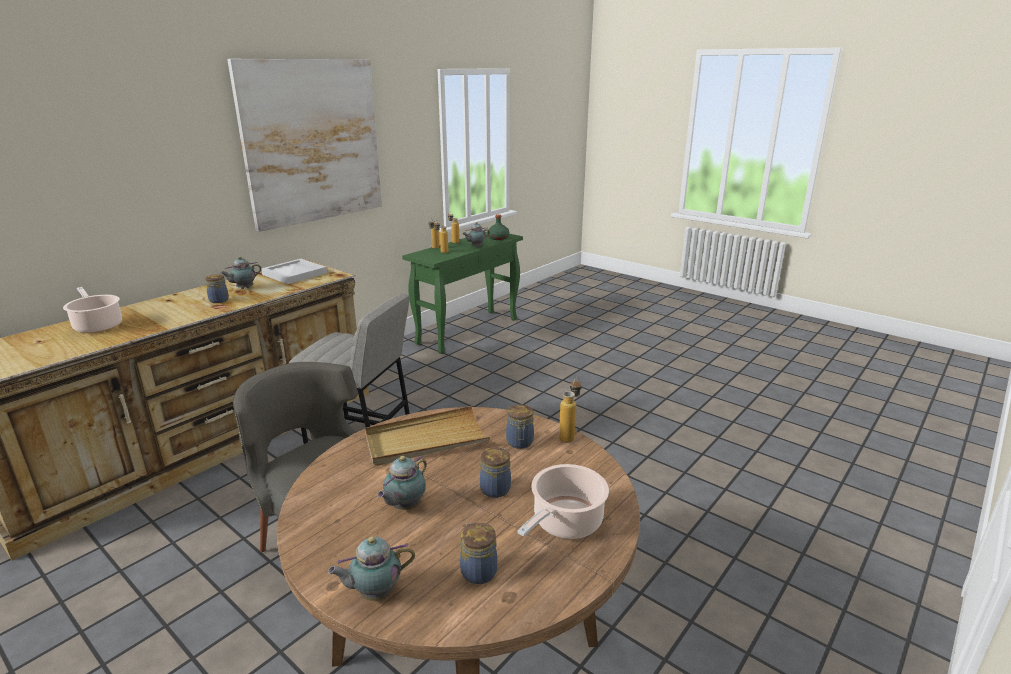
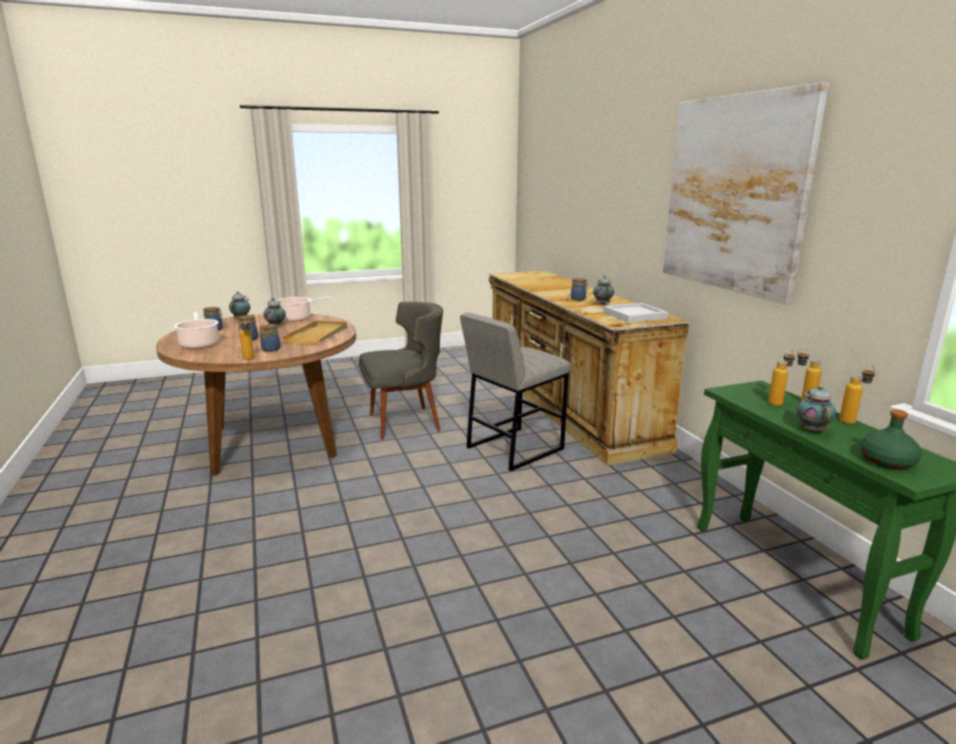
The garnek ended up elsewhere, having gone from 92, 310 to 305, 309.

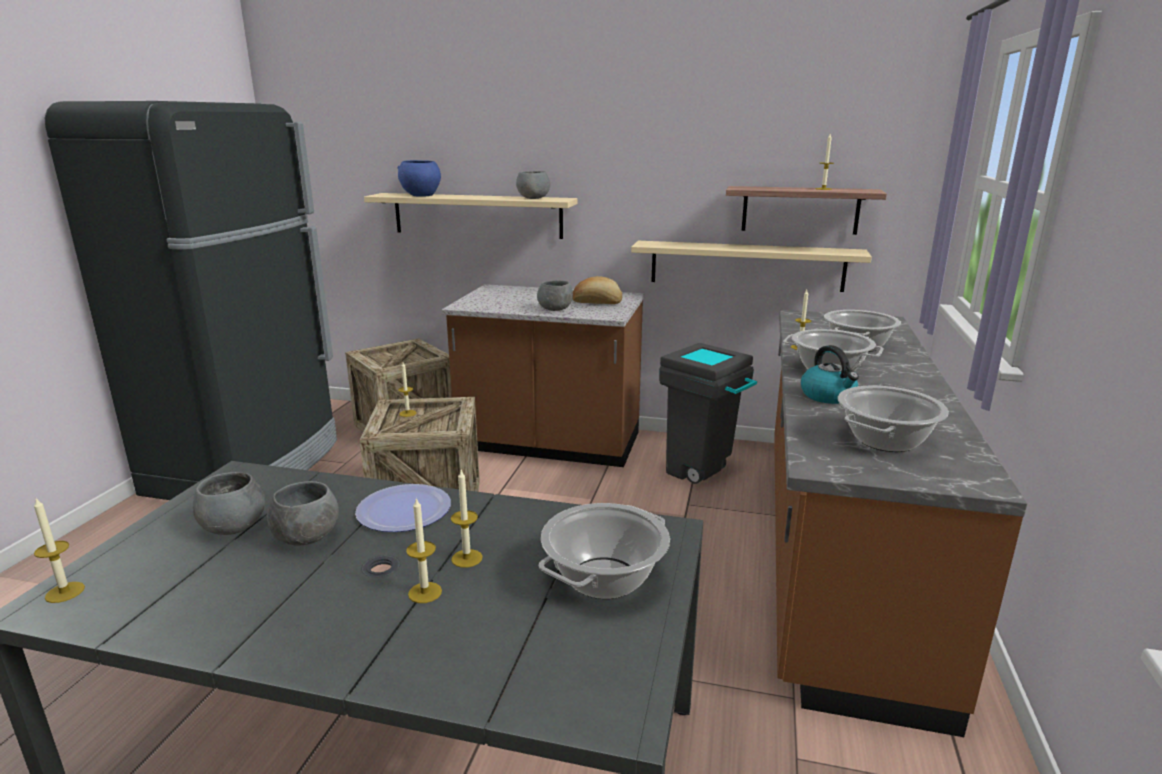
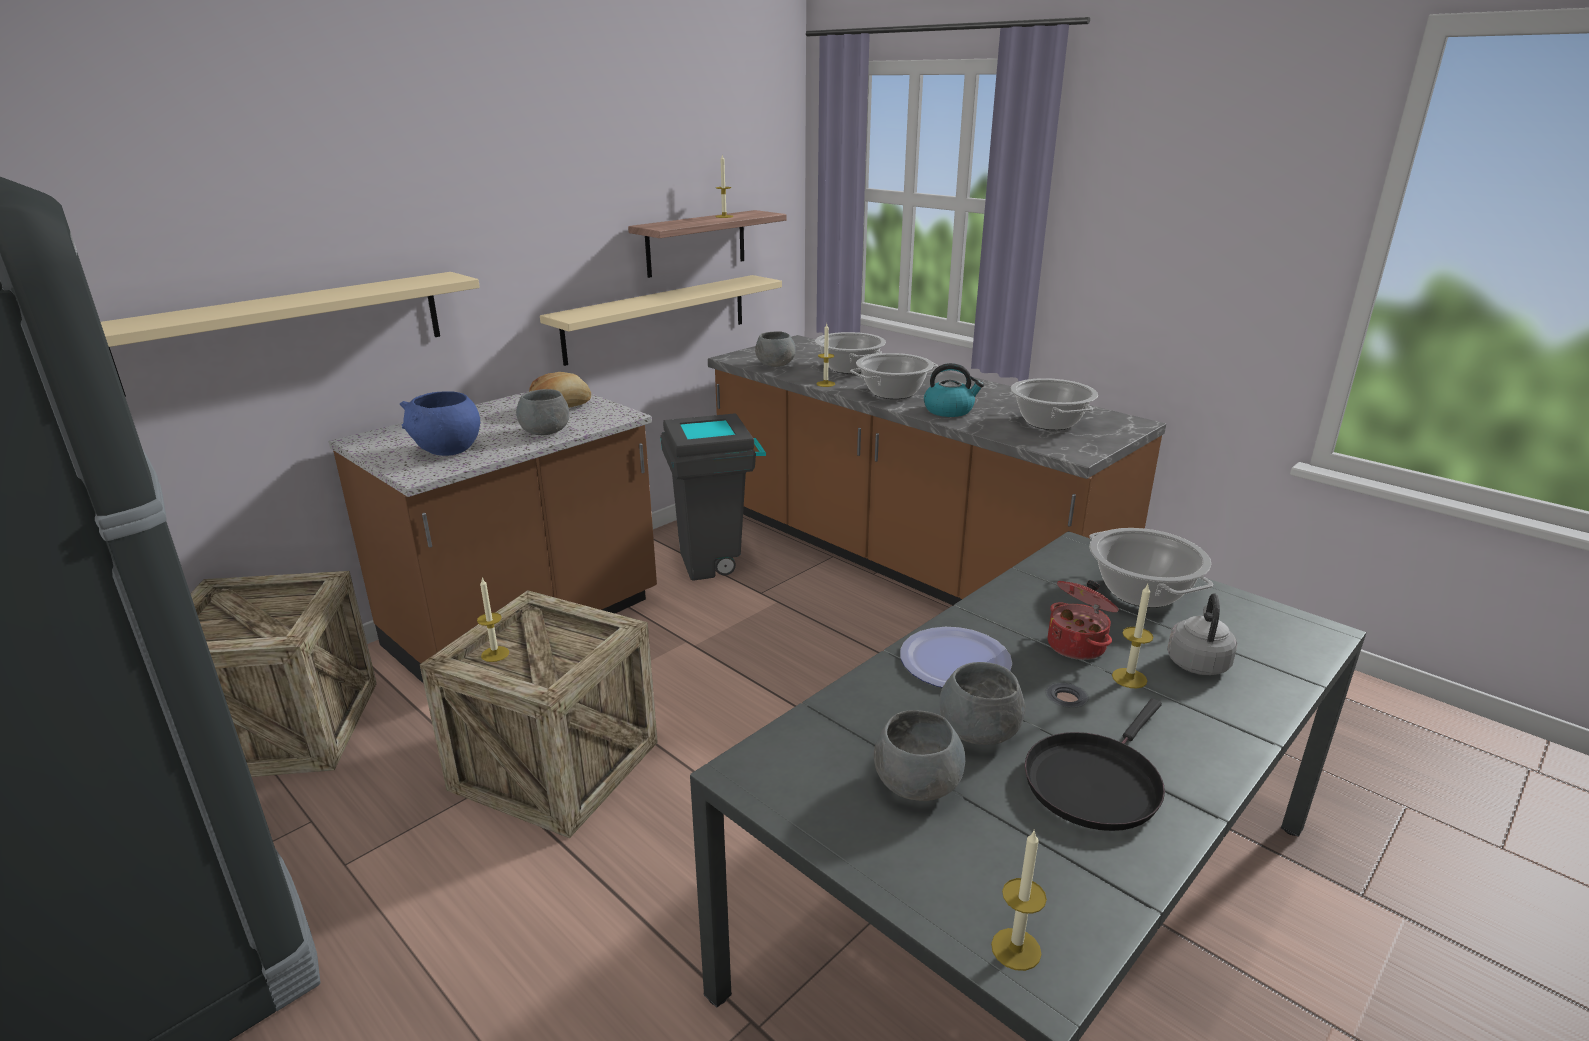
The miska/niebieski ended up elsewhere, having gone from 419, 178 to 440, 423.
The miska/szary ended up elsewhere, having gone from 533, 185 to 775, 349.
The second view gained the patelnia/czarny at 1095, 764.
Where the świeca stood at 467, 519, the garnek came to stand at 1083, 620.
The second view gained the czajnik/szary at 1202, 634.

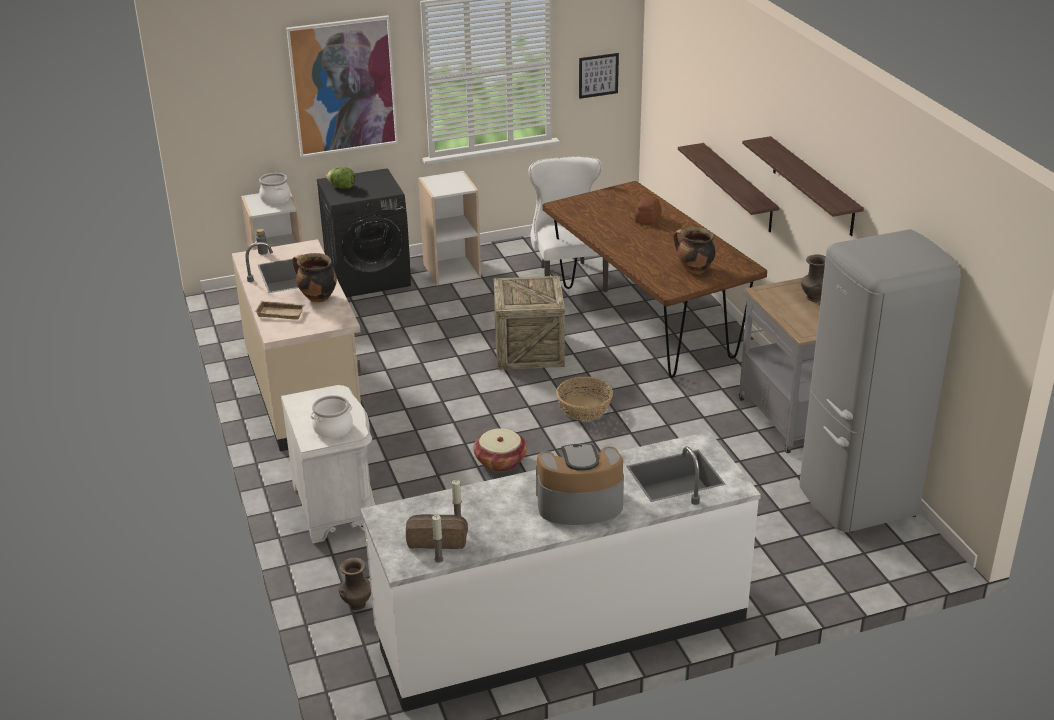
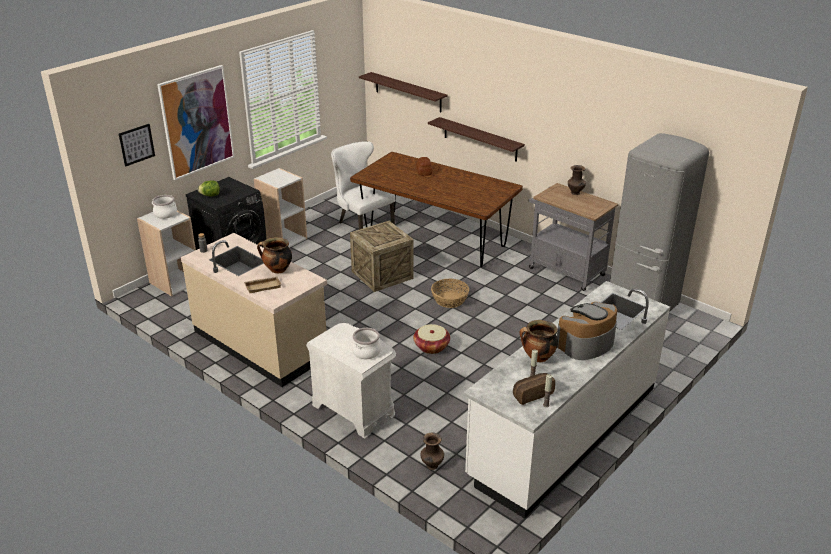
The obraz ended up elsewhere, having gone from 599, 76 to 137, 145.
The półka ended up elsewhere, having gone from 803, 186 to 403, 92.
The garnek ended up elsewhere, having gone from 694, 250 to 539, 341.

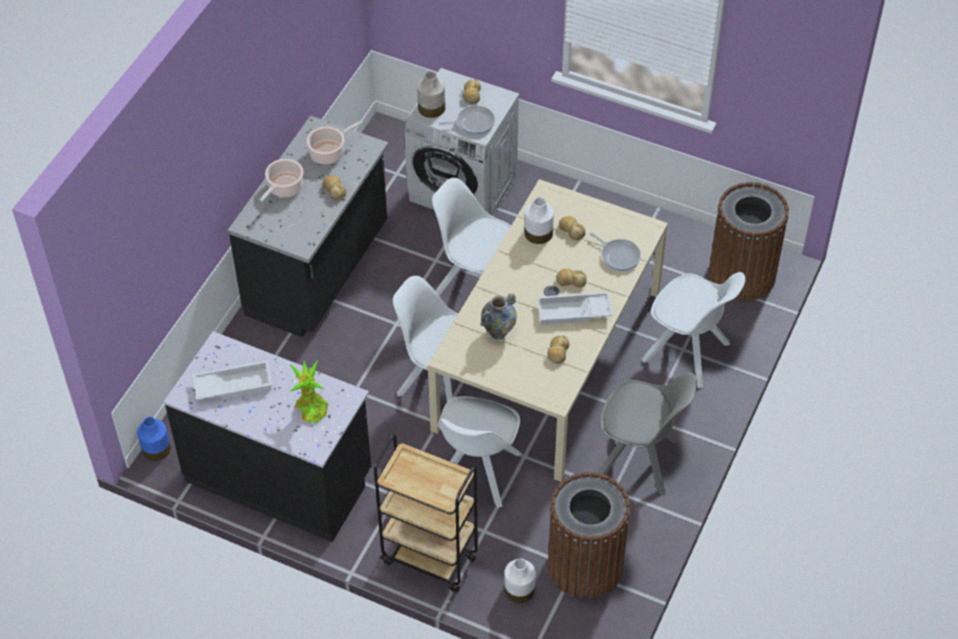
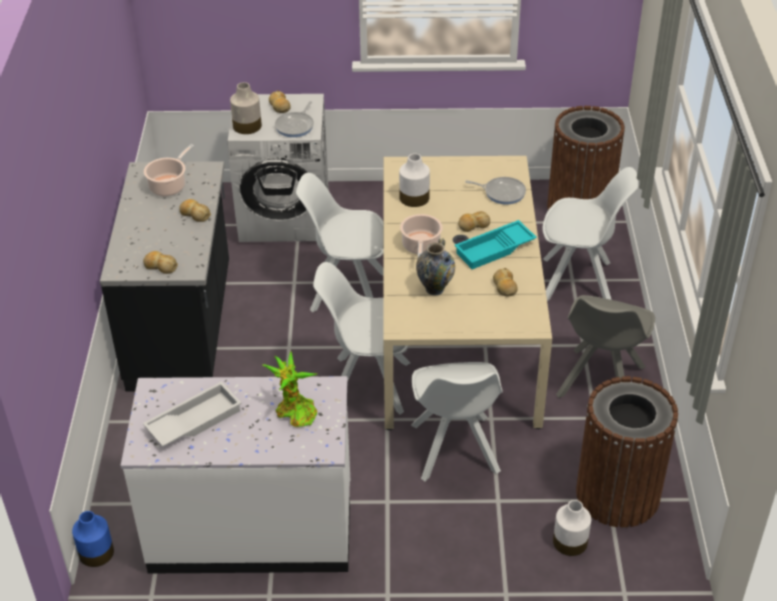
What was the zabudowa kuchenna/czarny at 267, 436 turned into the zabudowa kuchenna/biały at 235, 475.
The chleb ended up elsewhere, having gone from 572, 228 to 160, 262.
The patelnia at 467, 120 ended up facing another way, 150 degrees clockwise from before.
The garnek ended up elsewhere, having gone from 282, 180 to 421, 236.
What was the taca/biały at 575, 308 turned into the taca/turkusowy at 495, 244.
The krzesło/szary at 647, 433 ended up facing another way, 120 degrees clockwise from before.
The second view lost the wózek/brązowy at 426, 513.

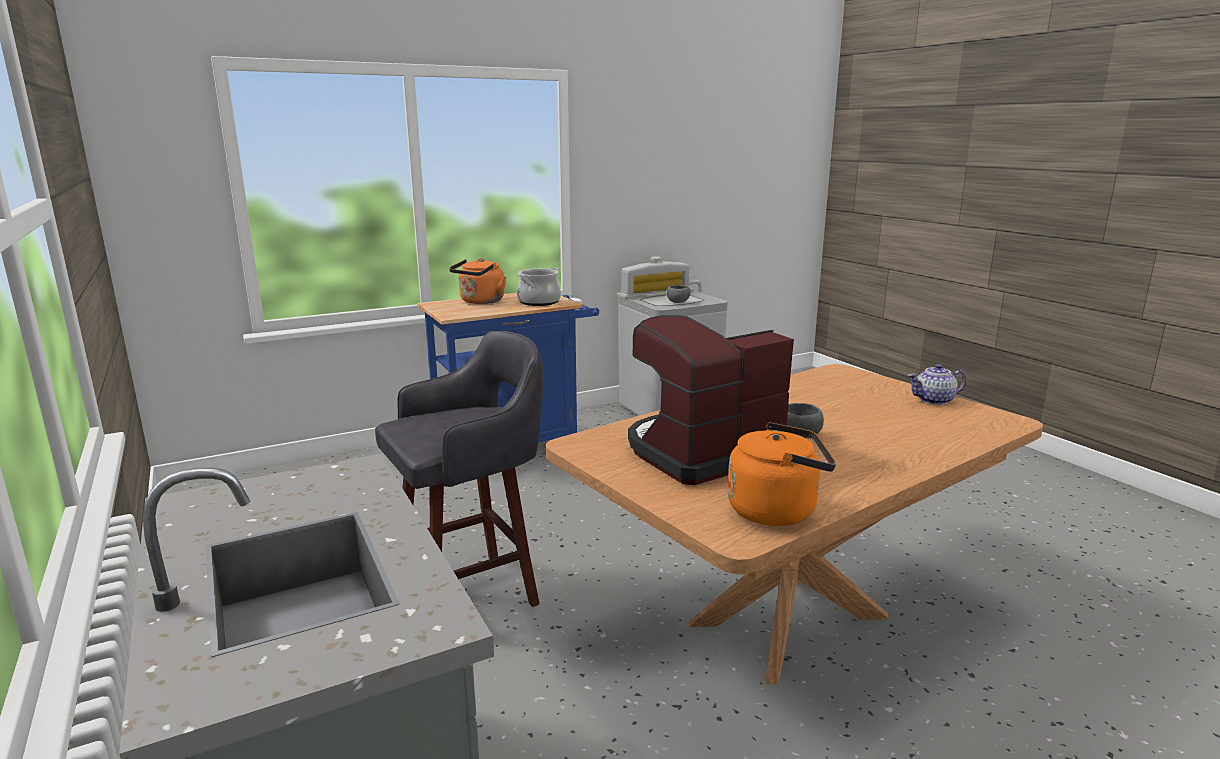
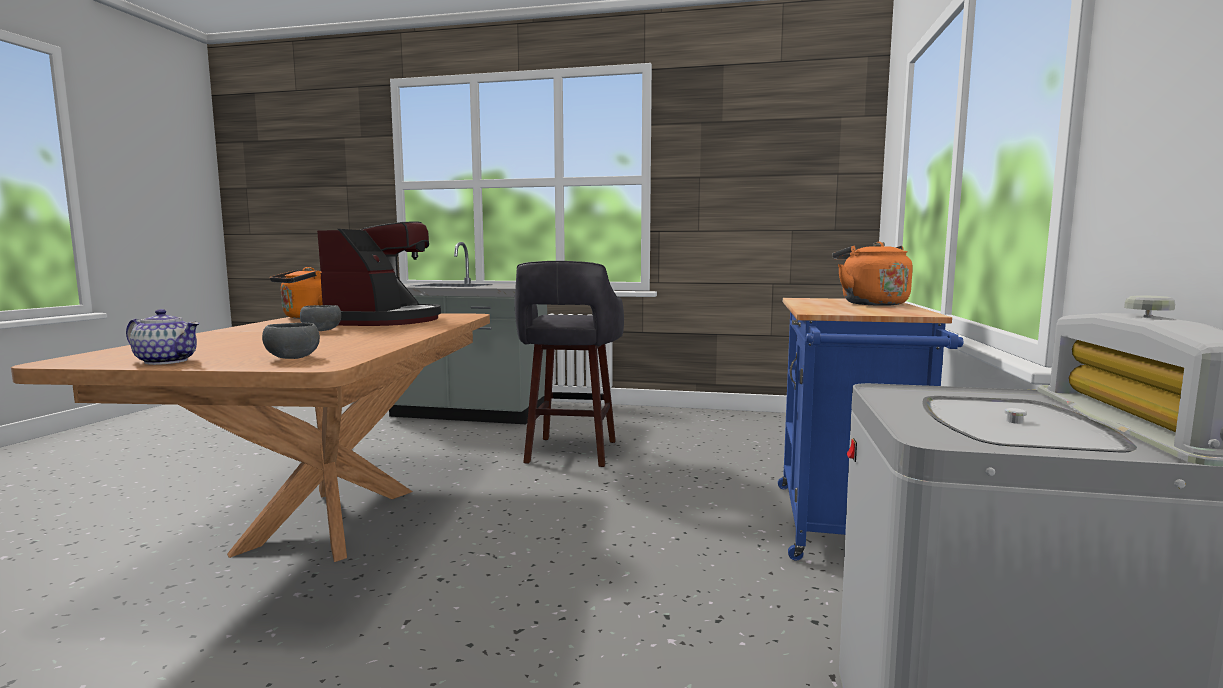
The imbryk at 937, 384 ended up facing another way, 75 degrees clockwise from before.
The miska/szary ended up elsewhere, having gone from 679, 294 to 291, 341.
The second view lost the garnek at 538, 287.

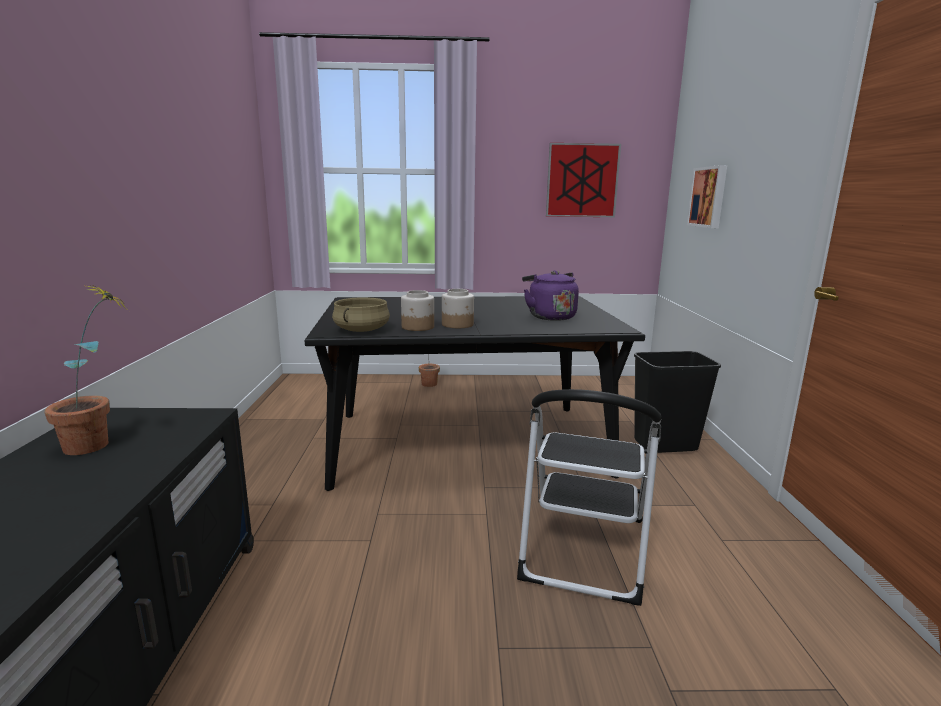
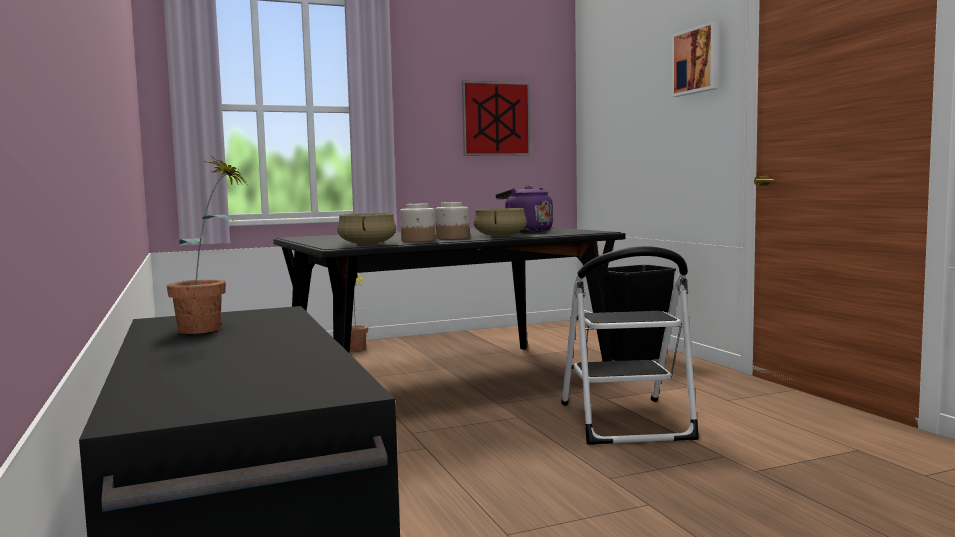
The second view gained the garnek/beżowy at 500, 222.
The obraz ended up elsewhere, having gone from 707, 196 to 695, 59.

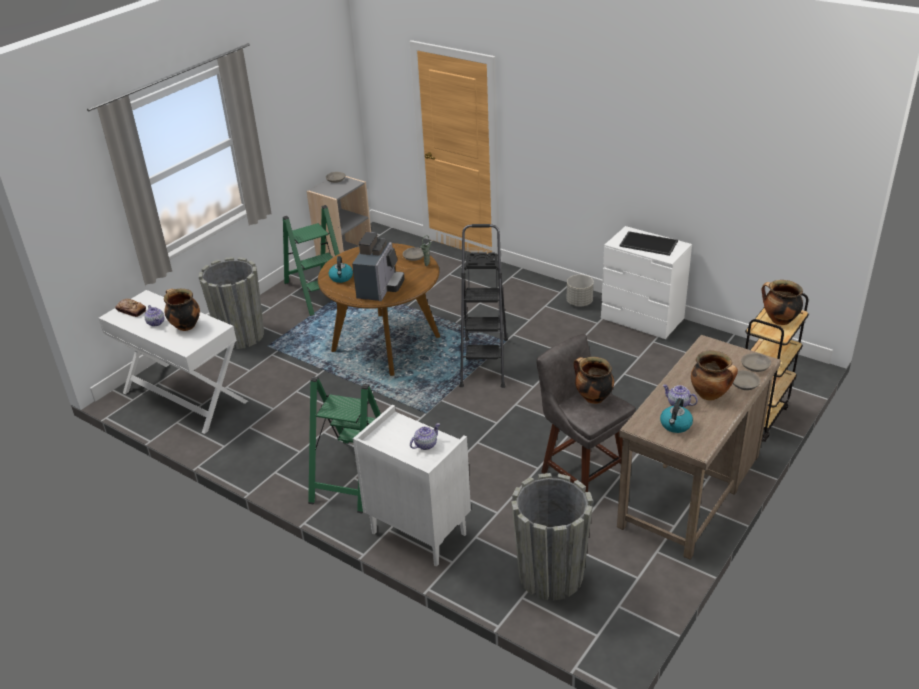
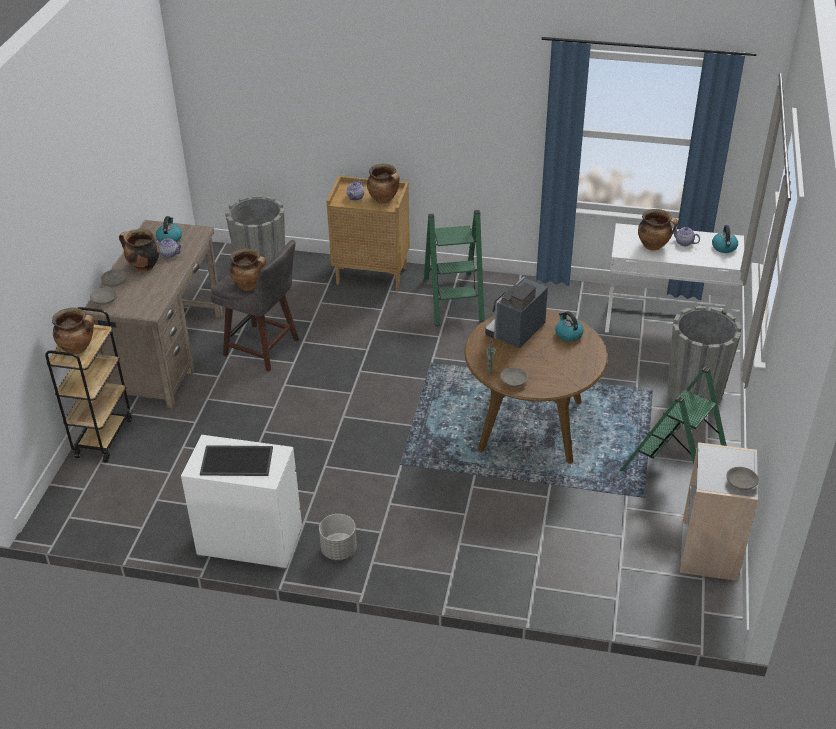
What was the szafka/biały at 412, 485 turned into the szafka/brązowy at 368, 233.
The second view gained the garnek at 383, 184.
The ekspres do kawy at 378, 266 ended up facing another way, 45 degrees clockwise from before.
Where the chleb stood at 130, 308, the czajnik came to stand at 725, 239.
The second view lost the drabinka at 483, 306.

